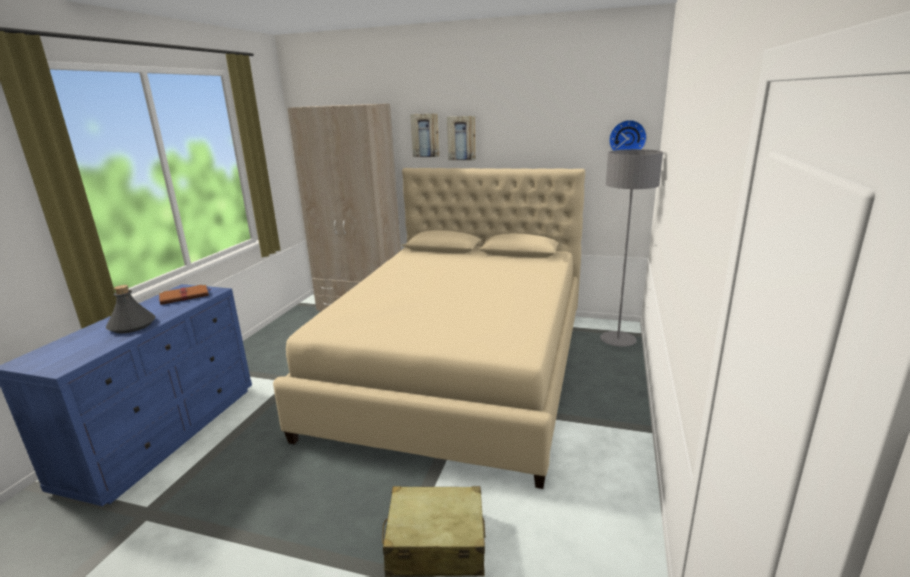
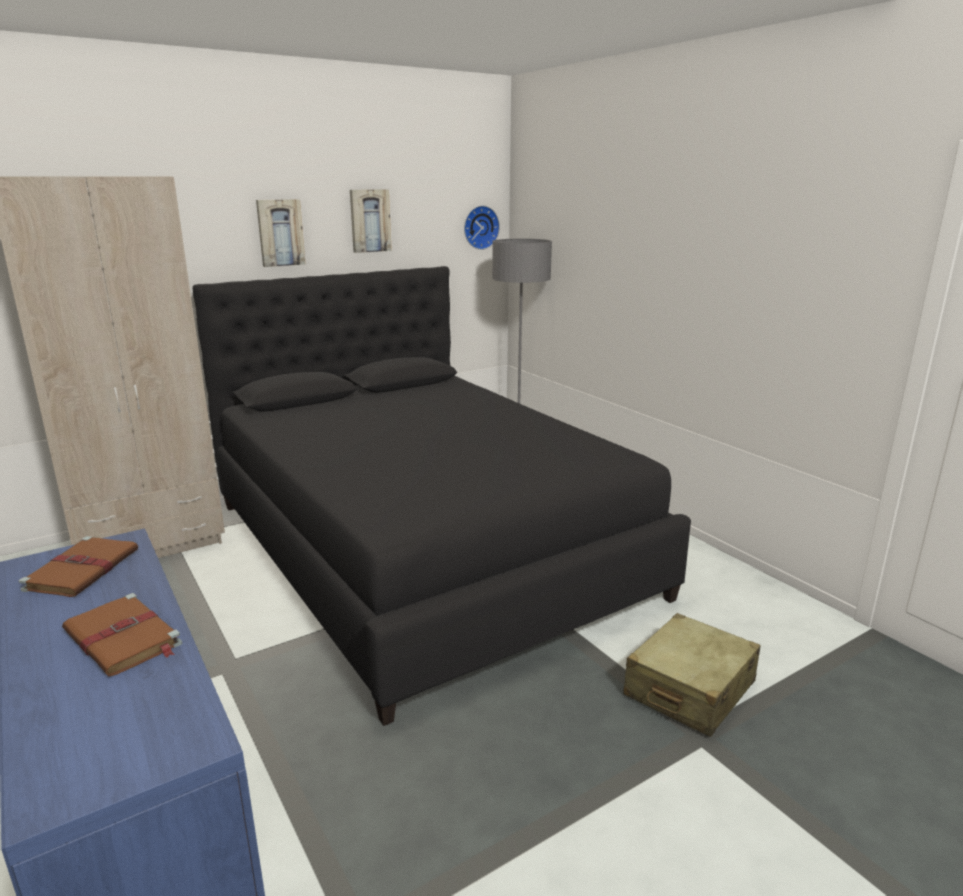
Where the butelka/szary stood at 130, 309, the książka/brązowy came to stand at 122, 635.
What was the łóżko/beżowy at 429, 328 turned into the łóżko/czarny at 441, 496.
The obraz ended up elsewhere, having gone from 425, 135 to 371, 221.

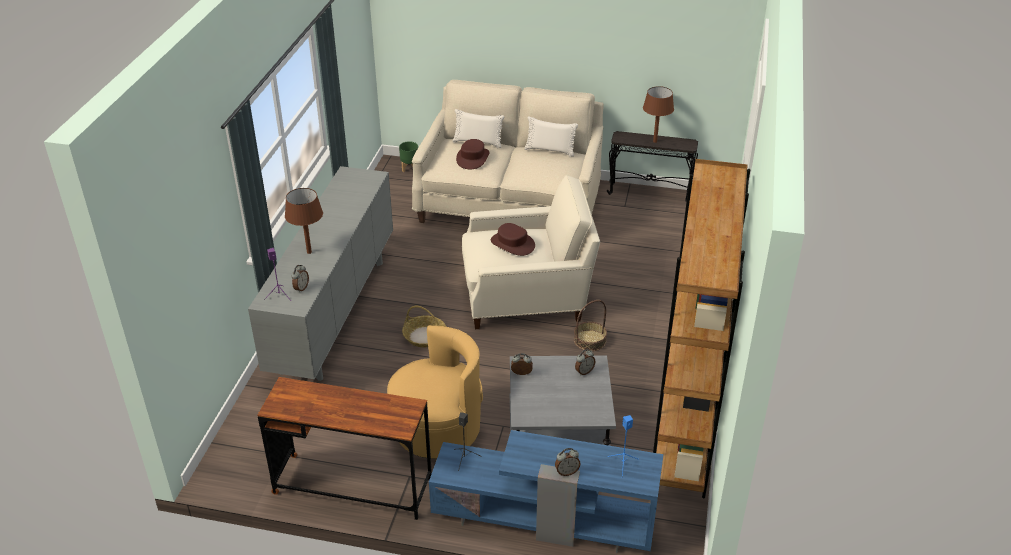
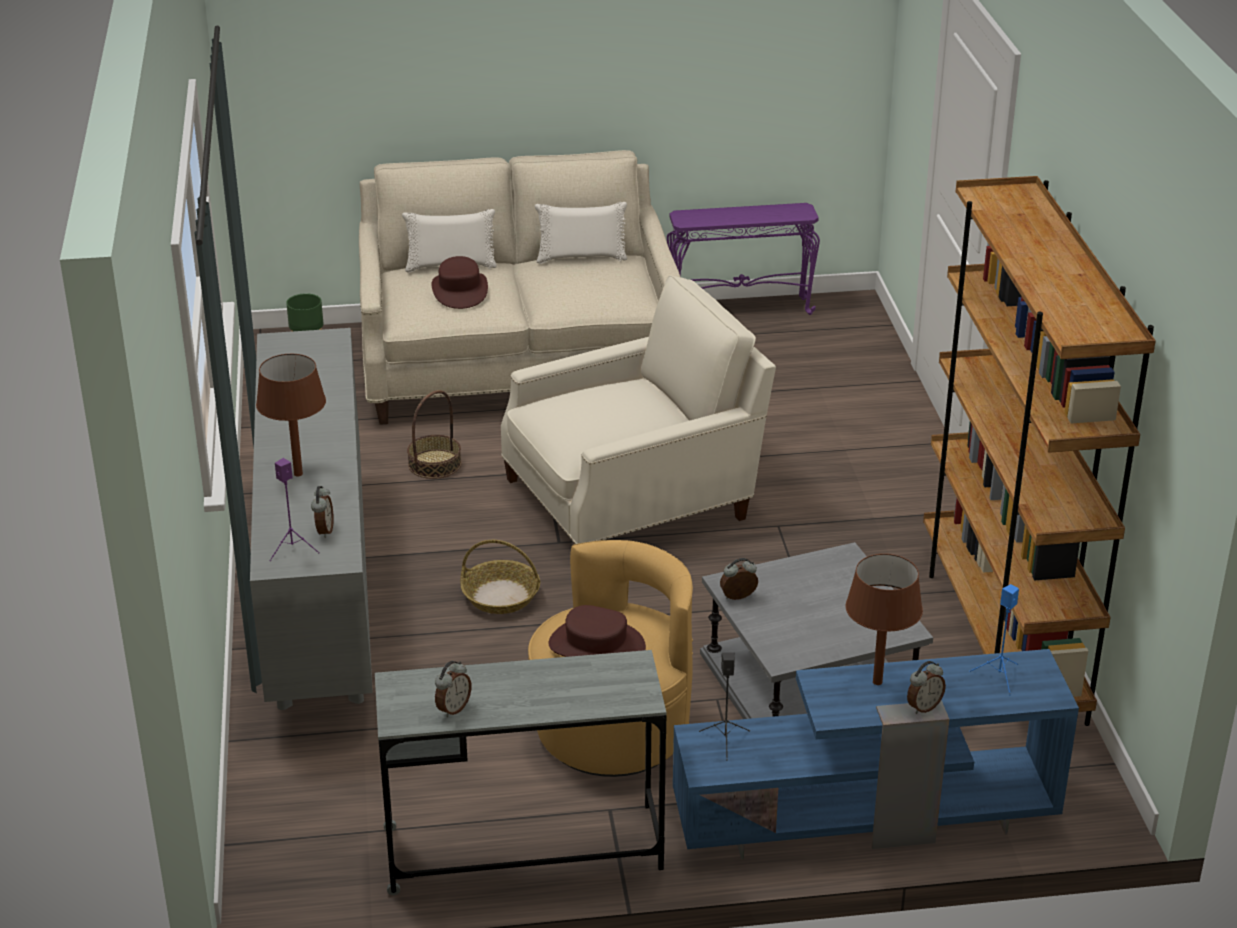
What was the biurko/brązowy at 345, 448 turned into the biurko/szary at 521, 772.
The koszyk ended up elsewhere, having gone from 590, 325 to 434, 434.
The budzik ended up elsewhere, having gone from 585, 362 to 453, 689.
The kapelusz/brązowy ended up elsewhere, having gone from 513, 239 to 597, 631.
What was the stolik/czarny at 652, 166 turned into the stolik/fioletowy at 743, 259.
The lampa stołowa/brązowy ended up elsewhere, having gone from 658, 114 to 884, 619.

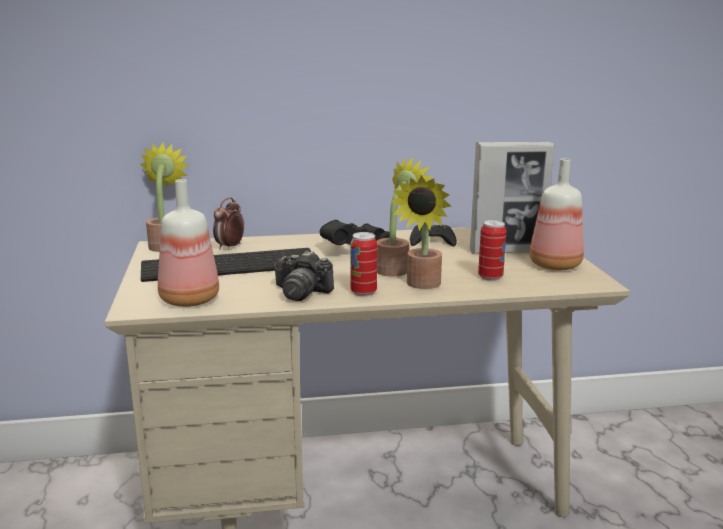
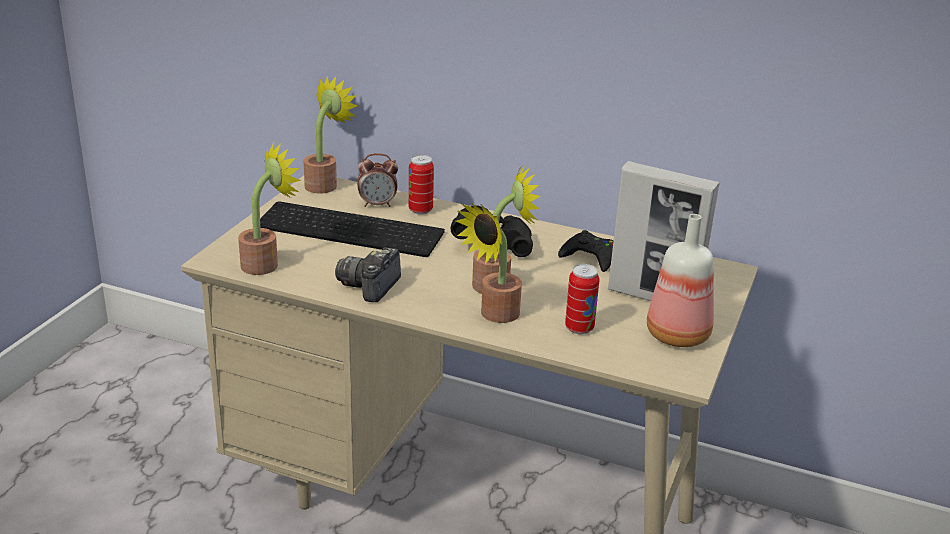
Where the butelka stood at 188, 243, the roślina doniczkowa came to stand at 269, 208.
The aparat fotograficzny at 304, 276 ended up facing another way, 60 degrees clockwise from before.
The budzik at 228, 223 ended up facing another way, 150 degrees counterclockwise from before.
The puszka ended up elsewhere, having gone from 363, 264 to 421, 185.

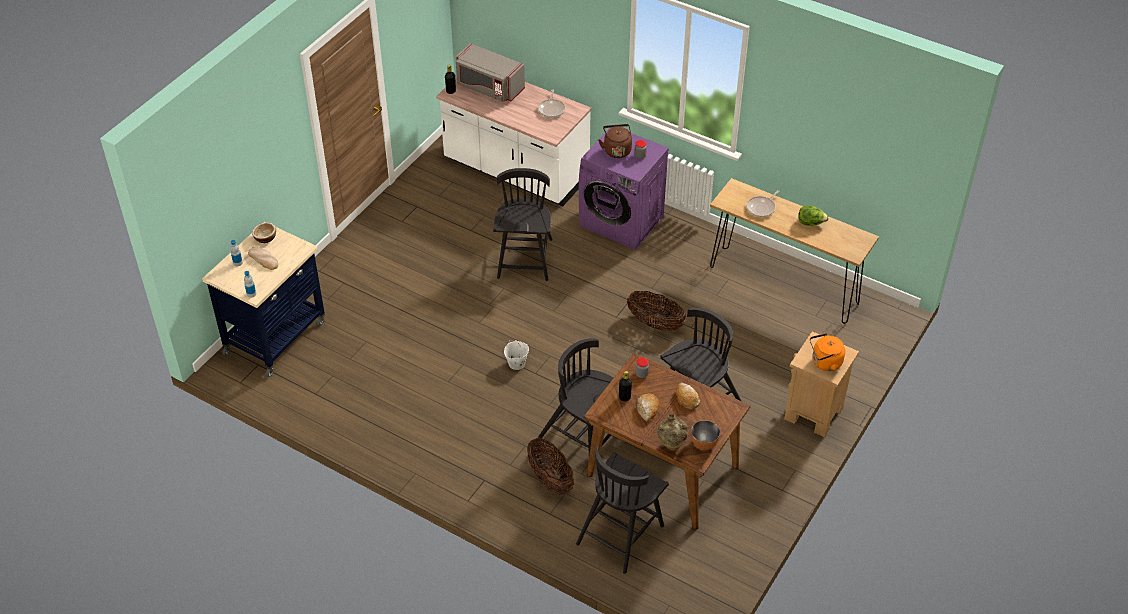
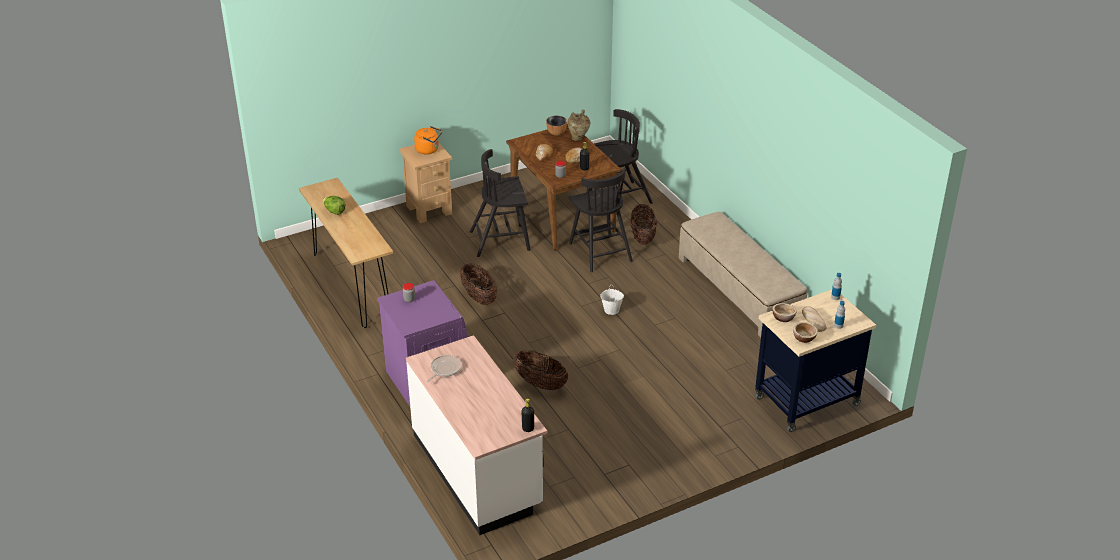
Where the krzesło/czarny stood at 522, 224, the koszyk came to stand at 540, 370.
The second view gained the ławka/beżowy at 743, 275.
The second view gained the miska at 784, 312.
The second view lost the mikrofalówka/szary at 490, 72.
The second view lost the czajnik/brązowy at 615, 141.
The second view lost the patelnia at 763, 203.

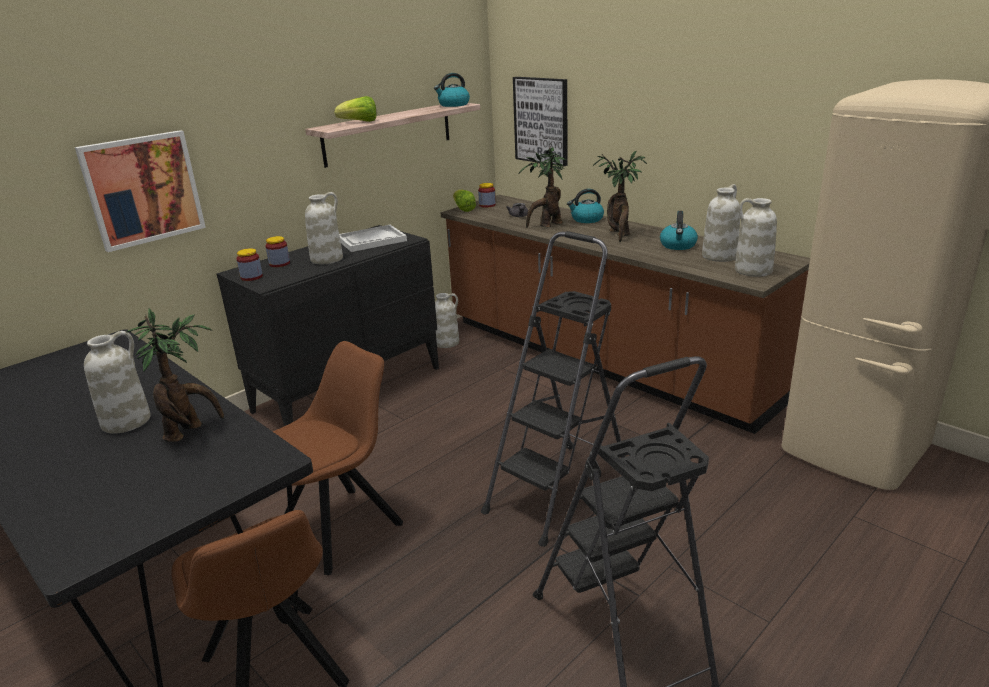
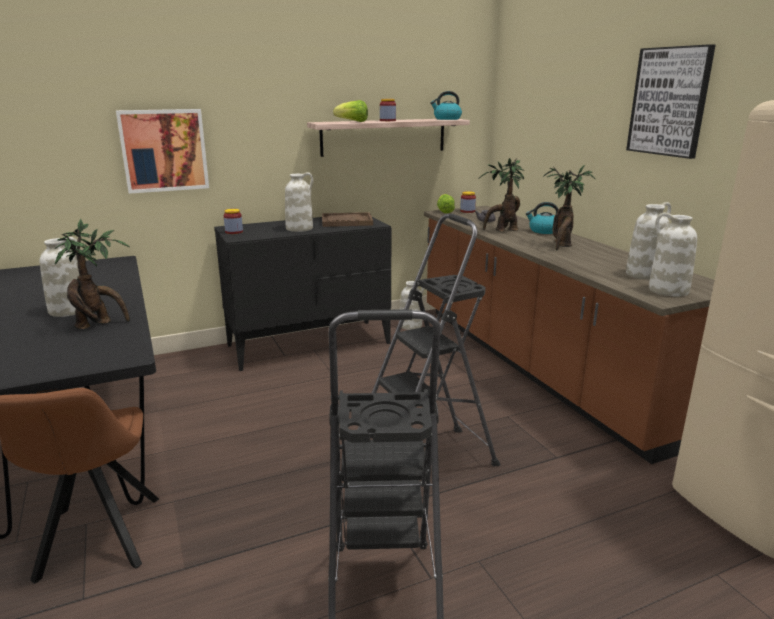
What was the taca/biały at 373, 238 turned into the taca/brązowy at 347, 219.
The słoik ended up elsewhere, having gone from 278, 251 to 388, 110.
The obraz ended up elsewhere, having gone from 540, 122 to 671, 101.
The second view lost the krzesło/brązowy at 338, 458.
The second view lost the czajnik at 679, 230.

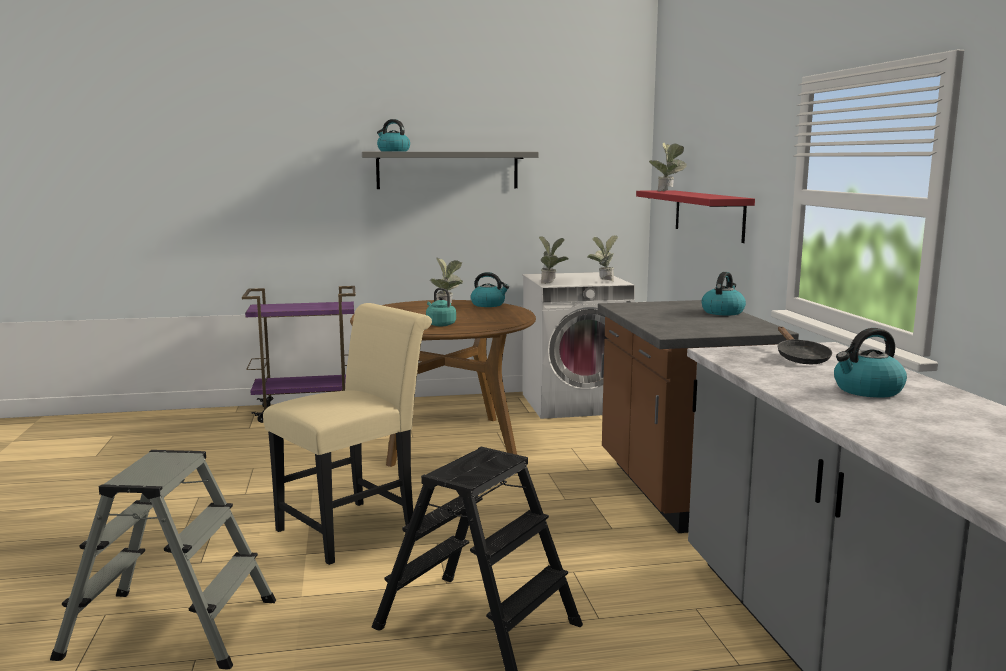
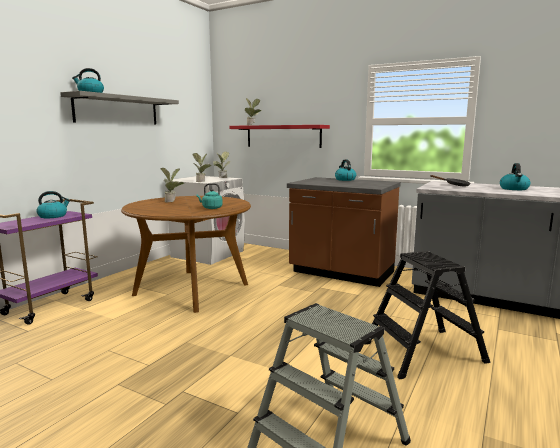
The czajnik ended up elsewhere, having gone from 490, 289 to 53, 204.
The second view lost the krzesło/beżowy at 347, 434.

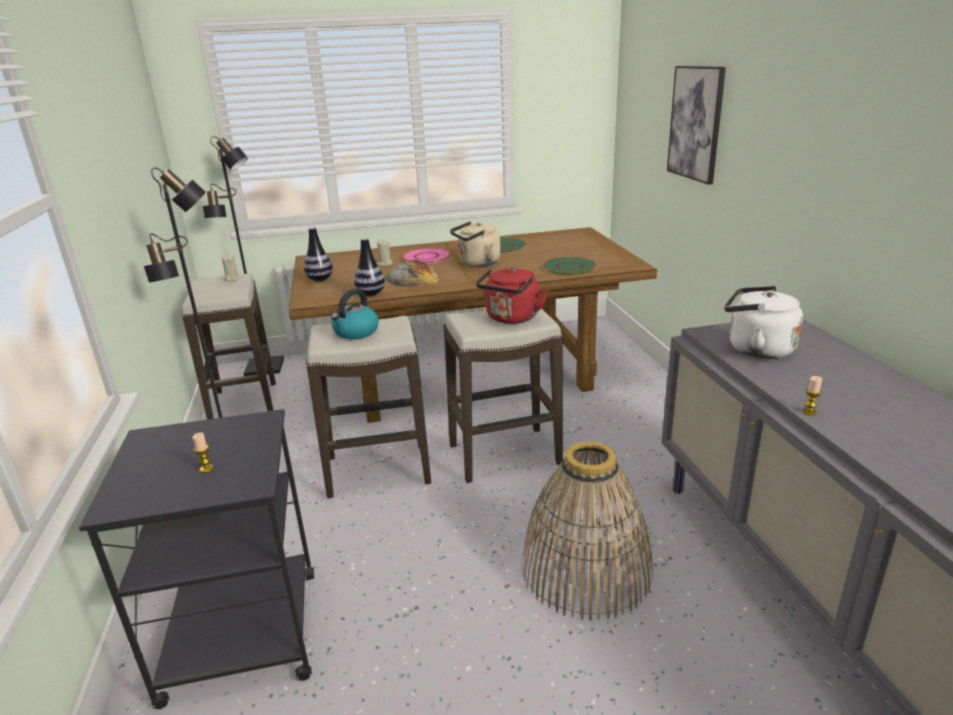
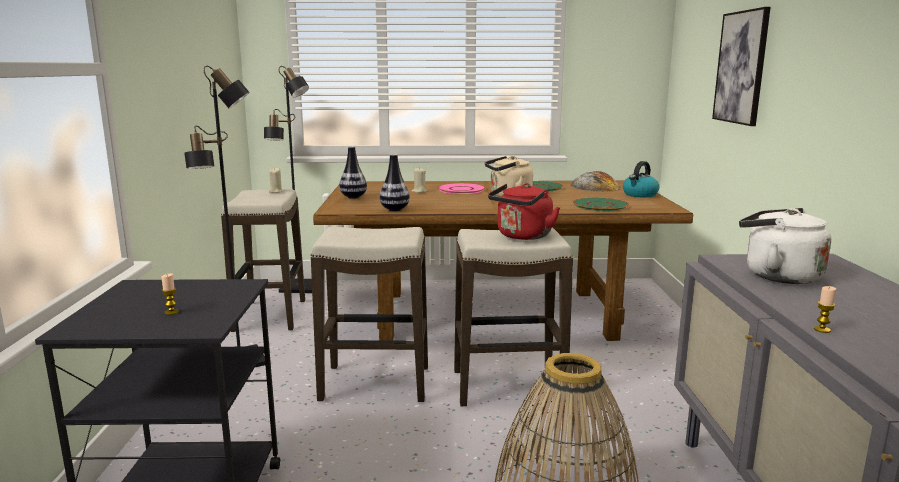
The chleb ended up elsewhere, having gone from 413, 273 to 595, 181.
The czajnik ended up elsewhere, having gone from 355, 314 to 641, 179.

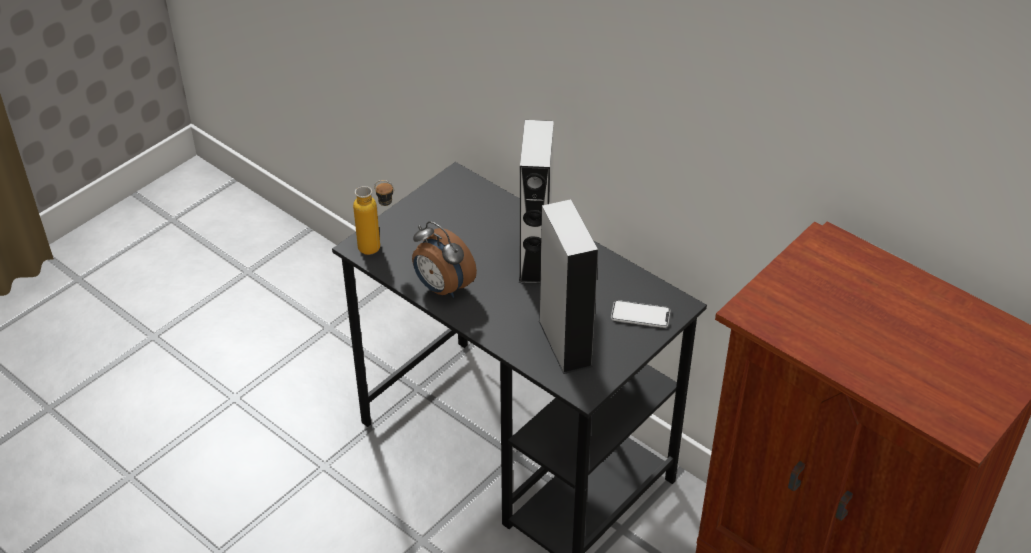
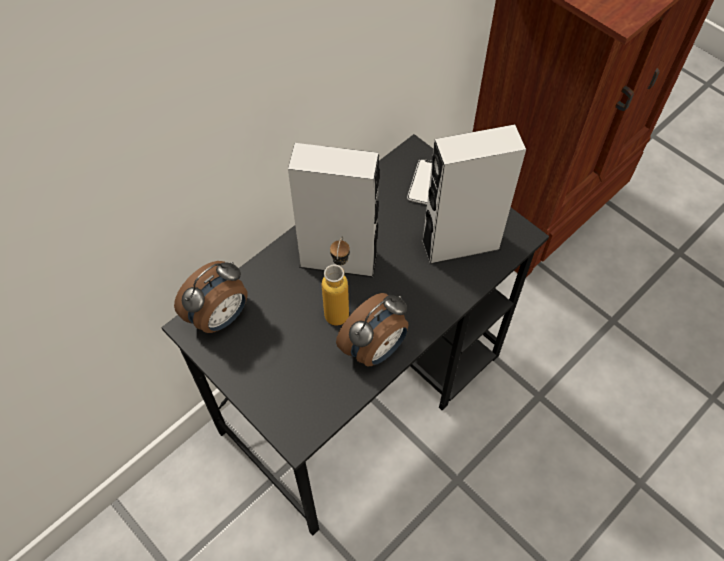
The second view gained the budzik at 211, 297.
The butelka ended up elsewhere, having gone from 373, 217 to 336, 281.

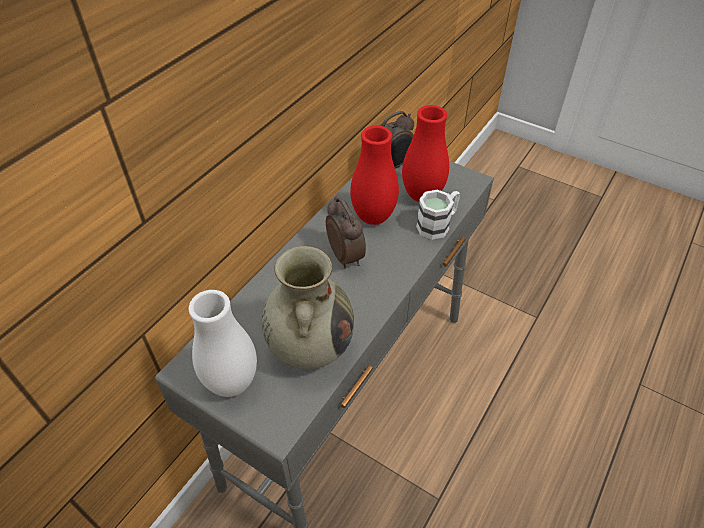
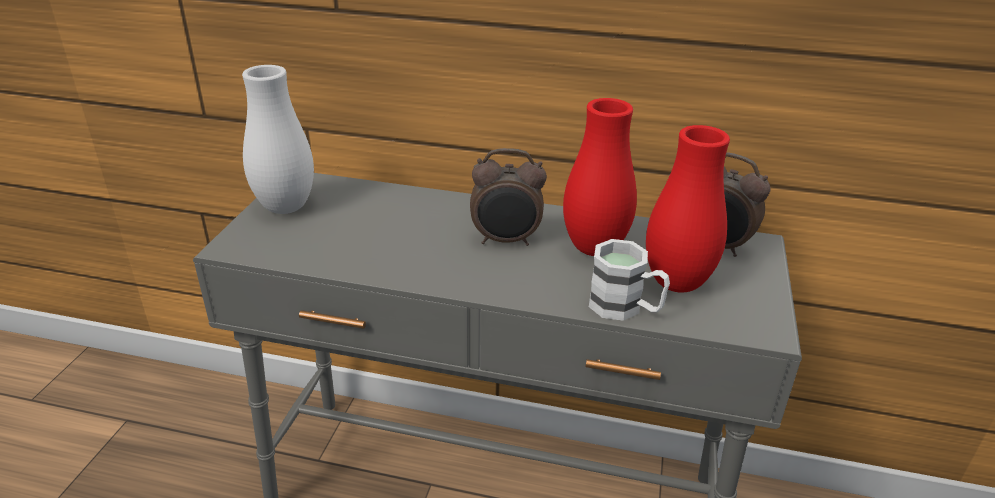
The budzik at 346, 232 ended up facing another way, 45 degrees clockwise from before.
The second view lost the wazon/beżowy at 307, 307.

